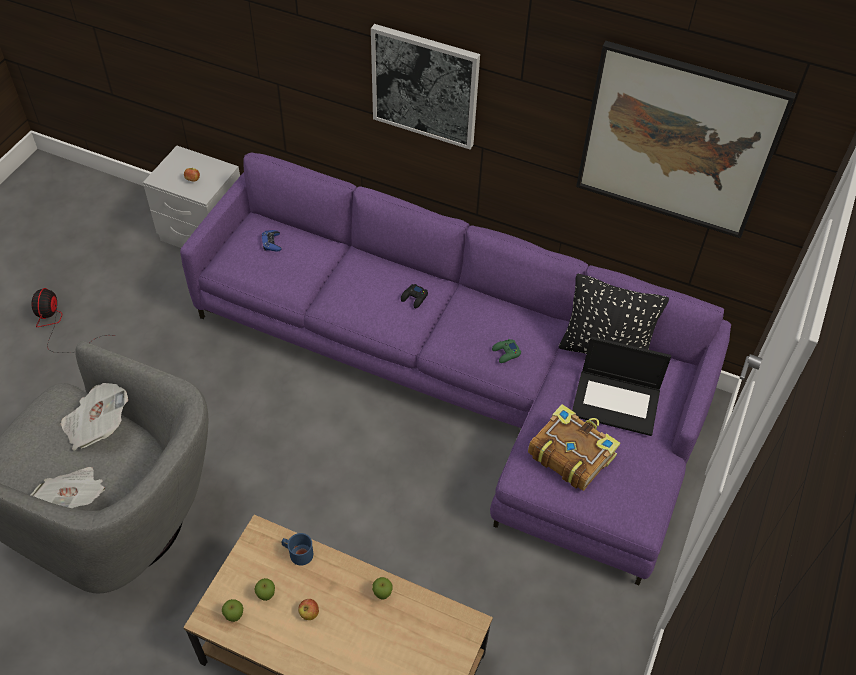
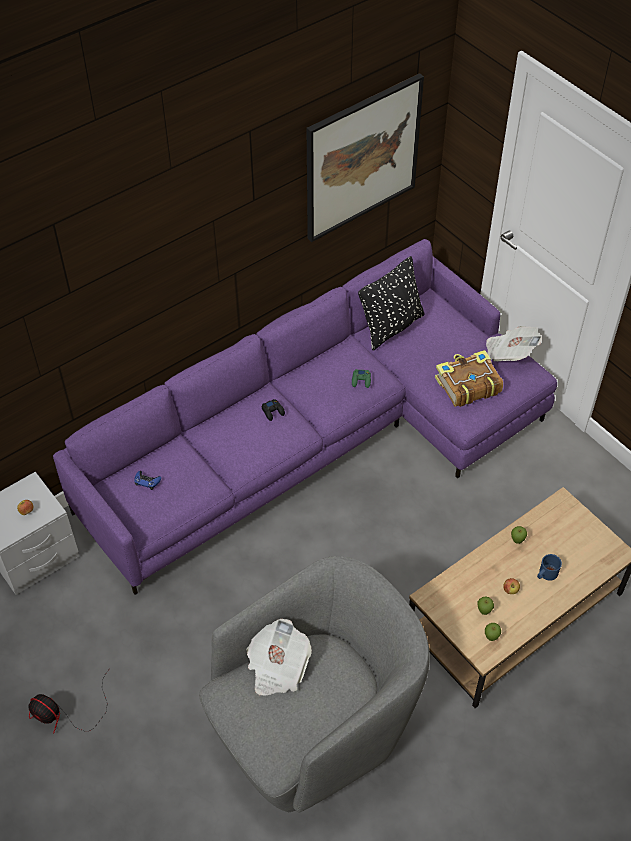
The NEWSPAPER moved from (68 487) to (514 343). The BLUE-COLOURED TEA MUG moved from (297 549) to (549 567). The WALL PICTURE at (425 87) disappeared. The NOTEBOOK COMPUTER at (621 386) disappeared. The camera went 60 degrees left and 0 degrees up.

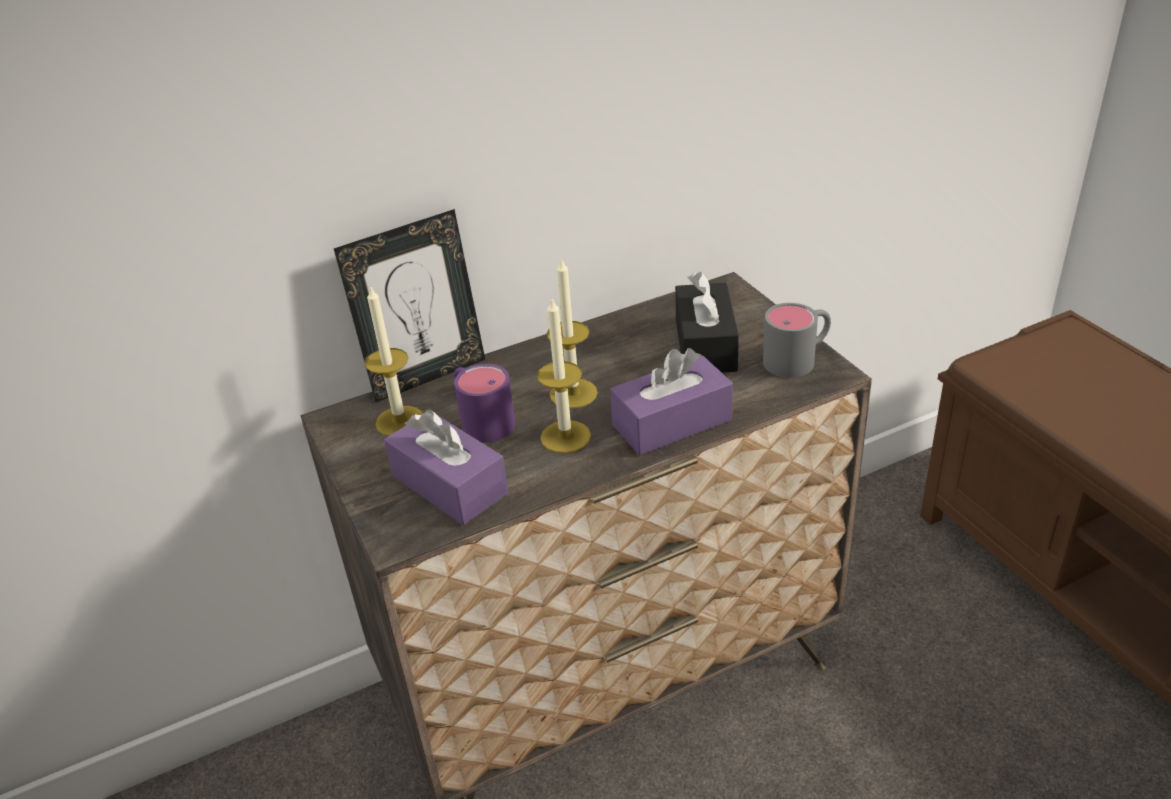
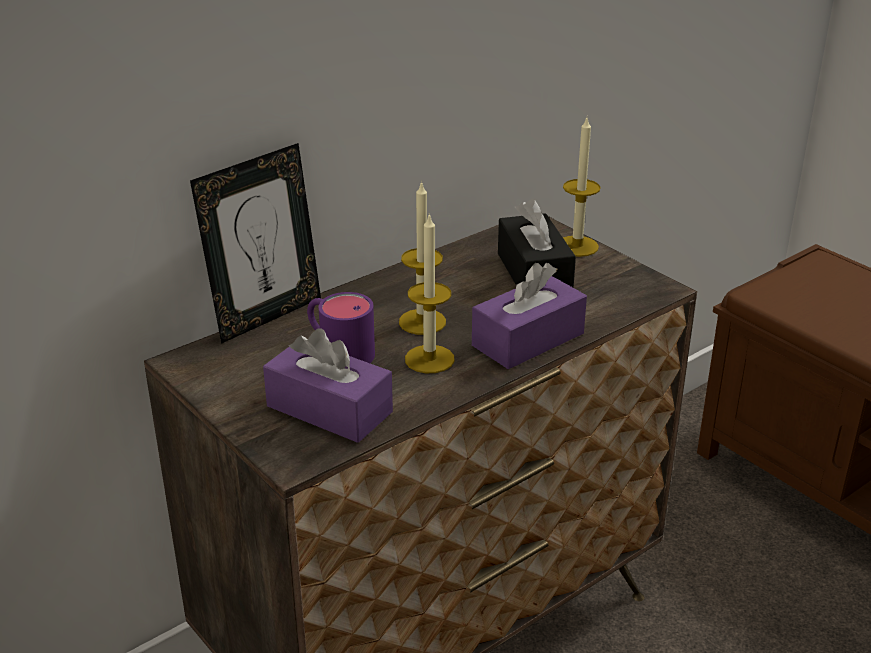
The WAX CANDLE moved from (394 360) to (581 187). The GRAY TEA MUG at (797 340) disappeared. The camera went 15 degrees left and 5 degrees down.

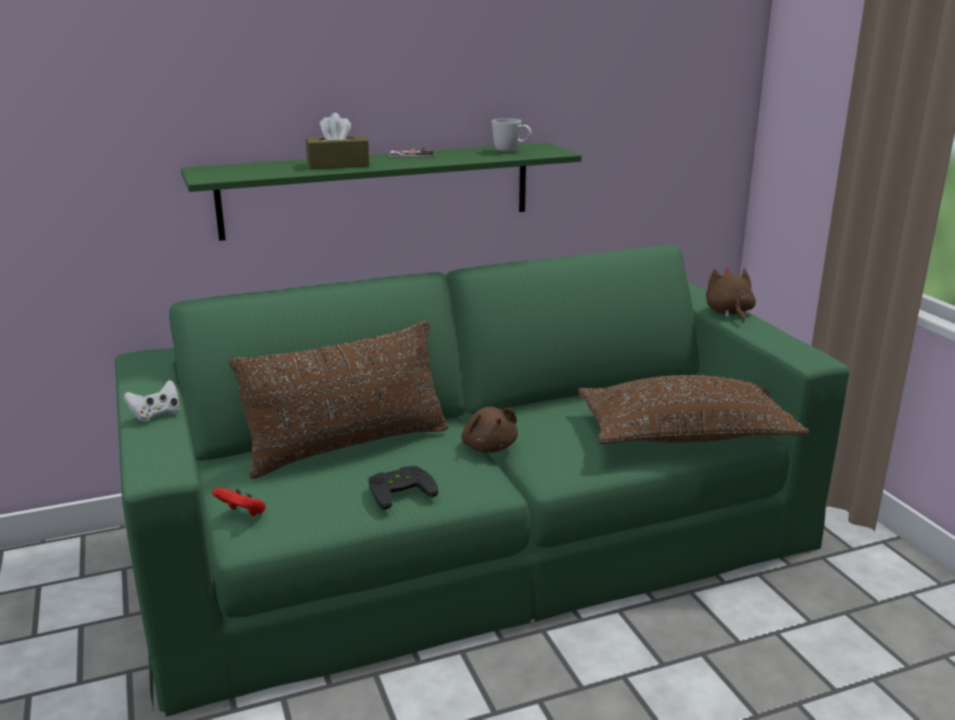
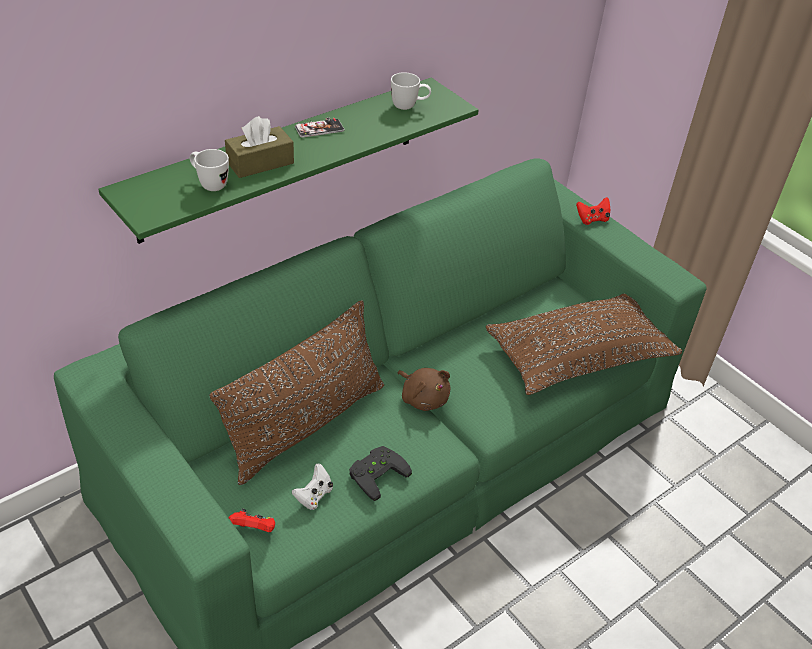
The WHITISH JOYPAD moved from (151 401) to (312 487). The BROWN SOFT TOY at (731 295) was replaced by the RED-COLOURED JOYPAD at (593 211). The WHITISH TEA MUG at (209 170) appeared. The camera went 20 degrees left and 20 degrees up.

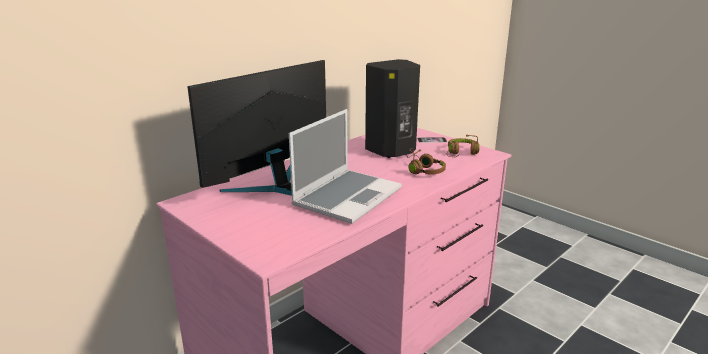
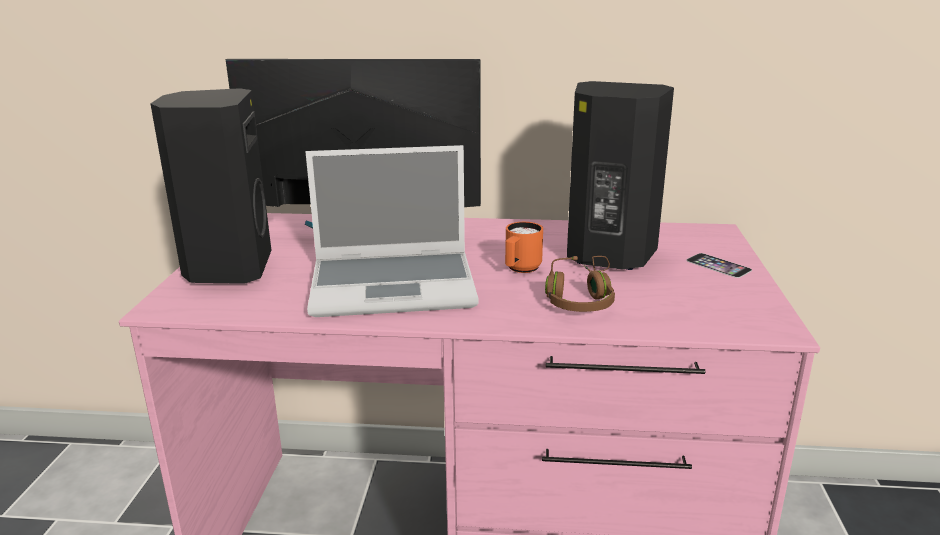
The BROWN HEADSET at (463 145) disappeared. The BLACK-COLOURED SPEAKER at (210 186) appeared. The ORANGE-COLOURED TEA MUG at (524 247) appeared. The camera went 50 degrees right and 0 degrees up.

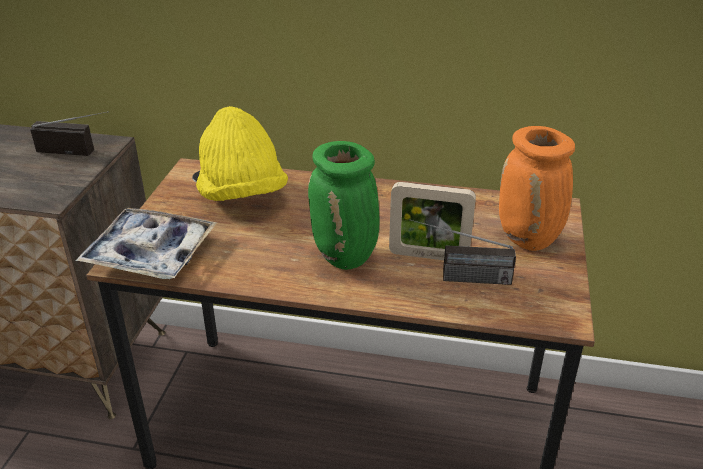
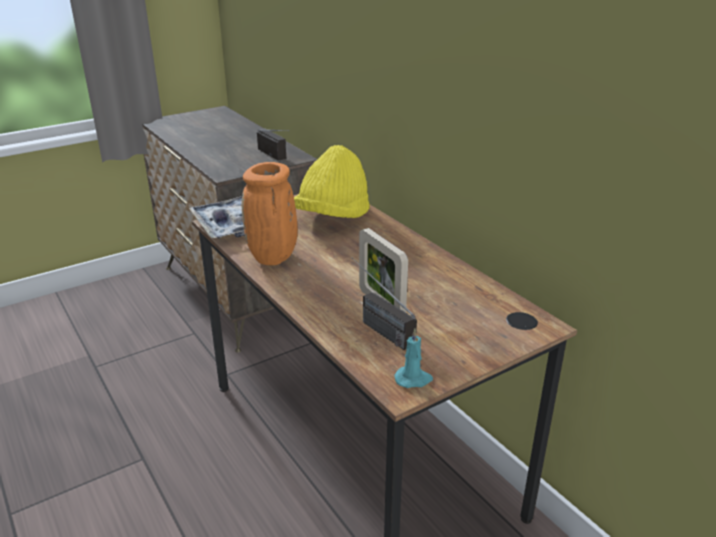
The GREEN DECORATIVE VASE at (343 205) disappeared. The ORANGE-COLOURED DECORATIVE VASE moved from (537 188) to (270 213). The BLUE-GREEN WAX CANDLE at (413 358) appeared. The camera went 45 degrees right and 5 degrees down.

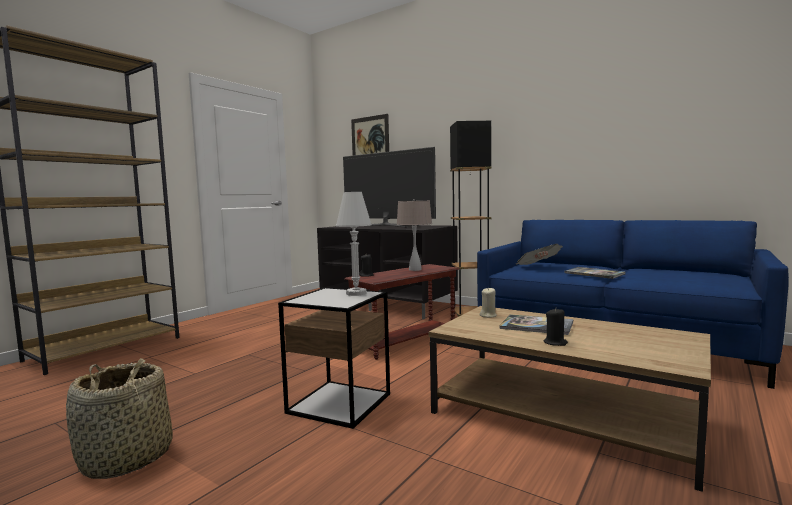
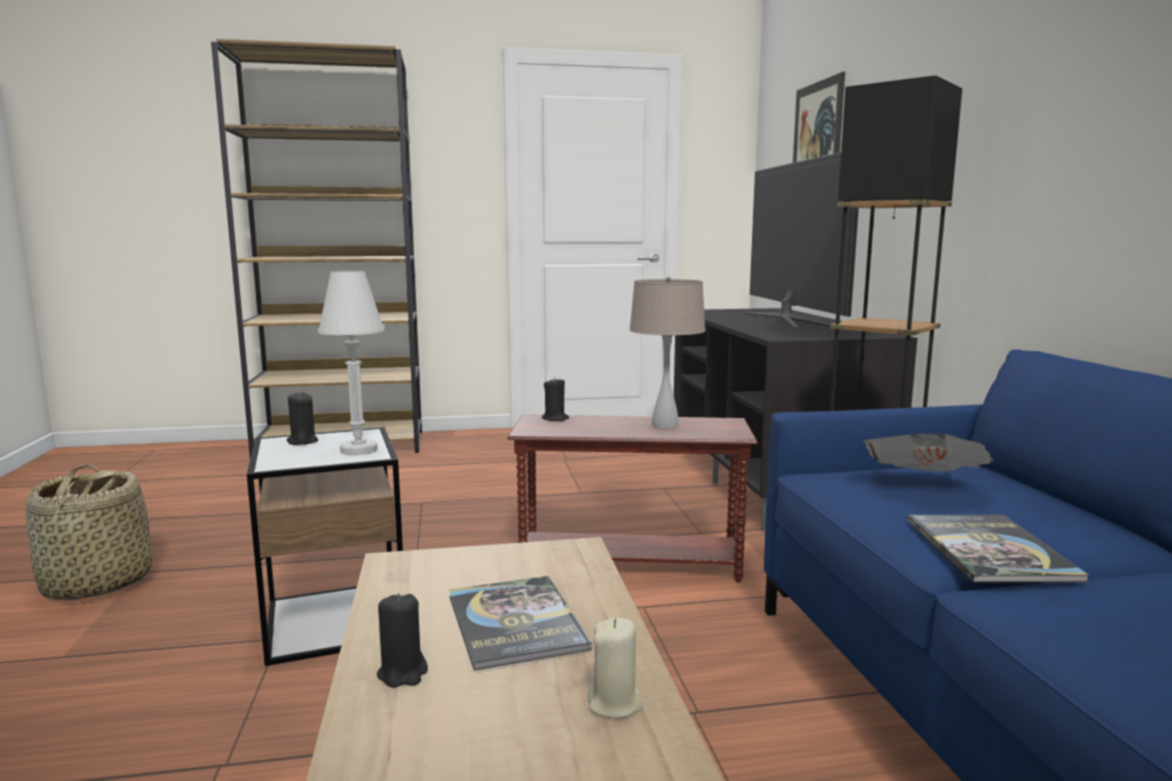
The SAND-COLOURED WAX CANDLE moved from (488 302) to (615 668). The BLACK-COLOURED WAX CANDLE at (302 418) appeared. The camera went 45 degrees right and 5 degrees up.

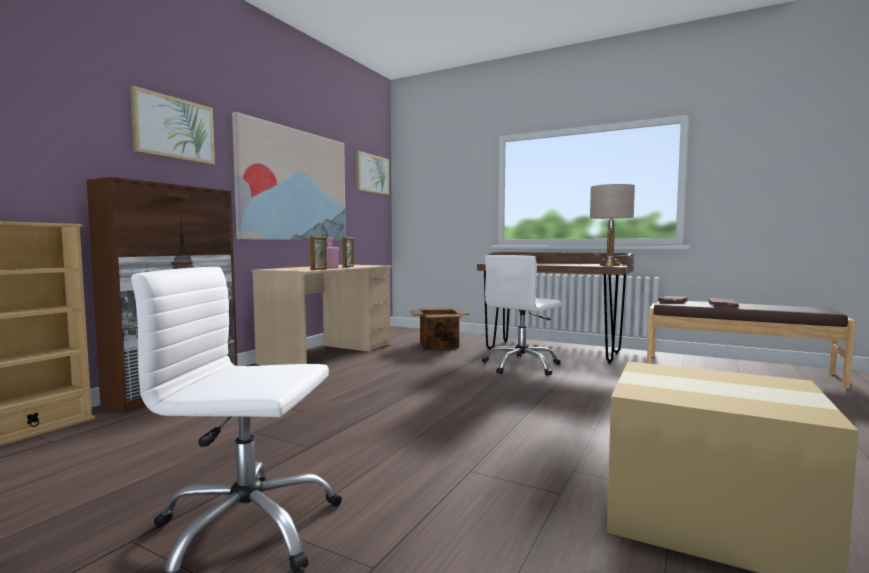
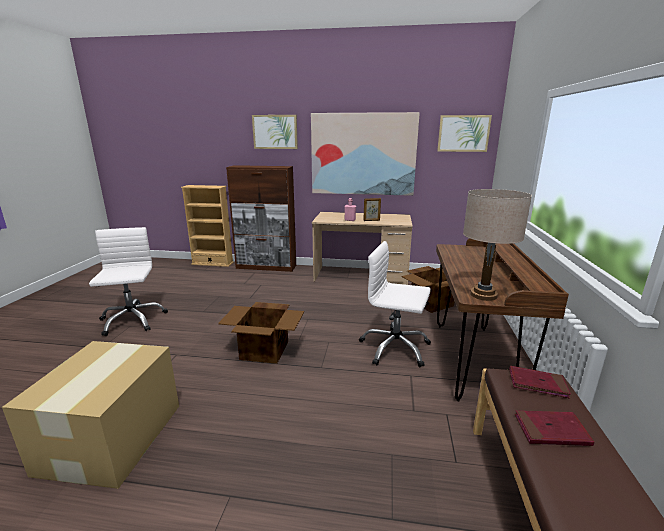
The STANDING FRAME at (318 253) disappeared. The PACKING BOX at (261 333) appeared. The camera went 70 degrees right and 15 degrees up.

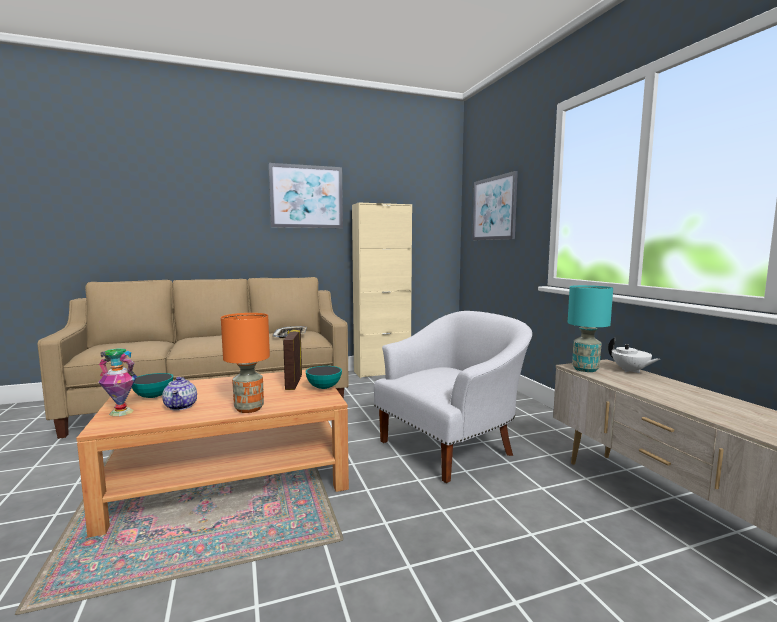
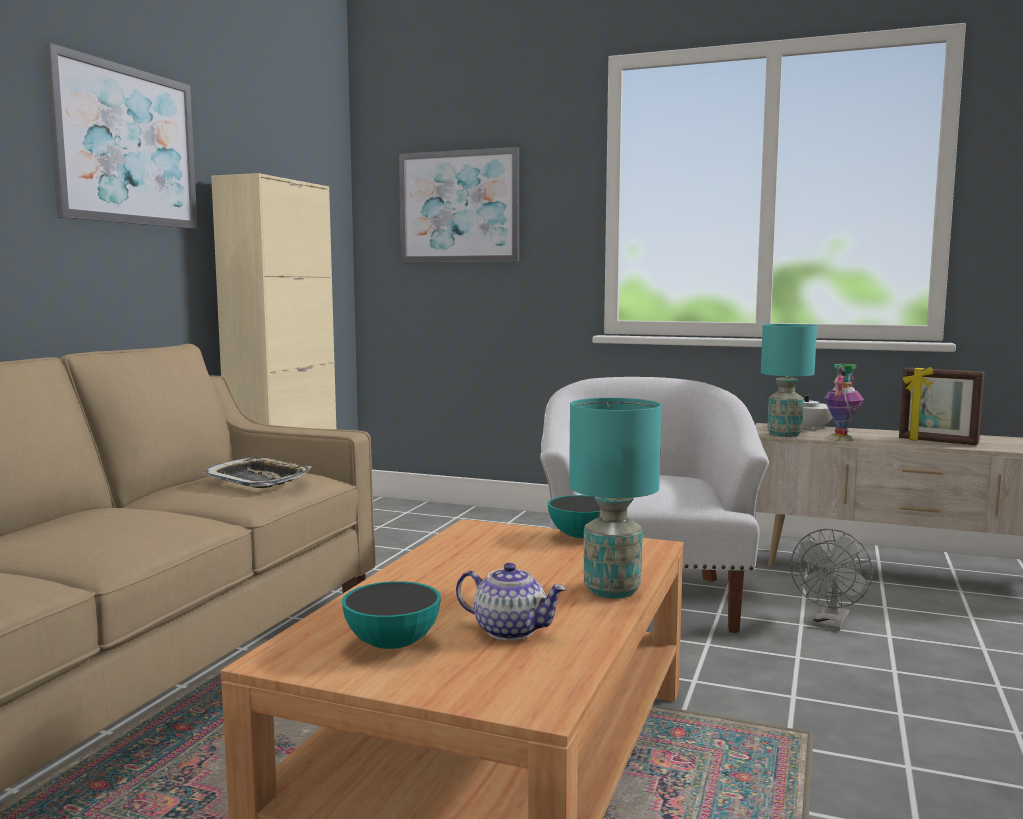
The DECORATIVE VASE moved from (118 382) to (843 402). The ORANGE-COLOURED TABLE LAMP at (245 363) became the BLUE-GREEN TABLE LAMP at (615 498). The STANDING FRAME moved from (292 359) to (942 406). The GRAY ELECTRIC FAN at (831 580) appeared. The camera went 50 degrees left and 0 degrees up.

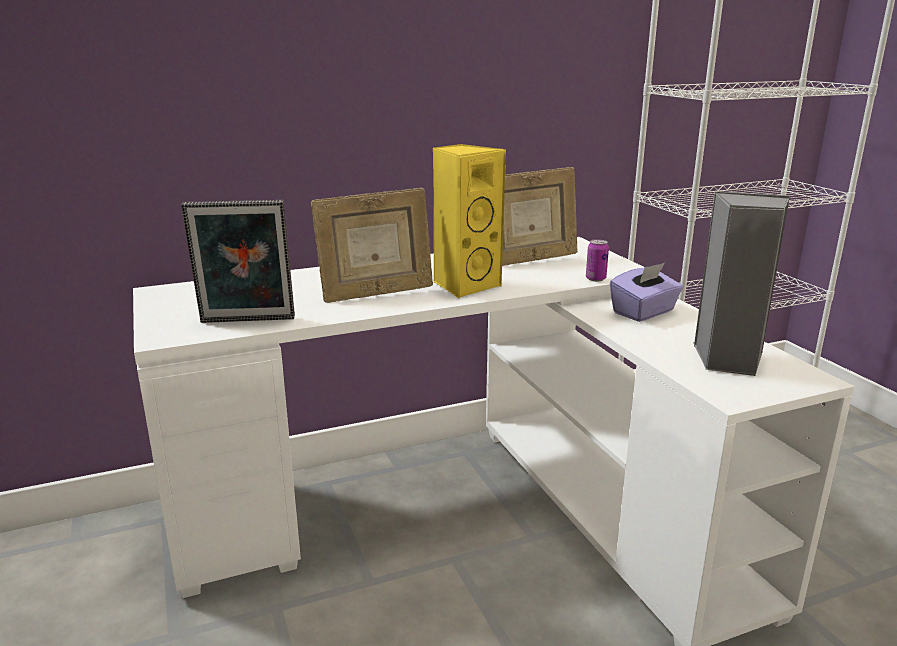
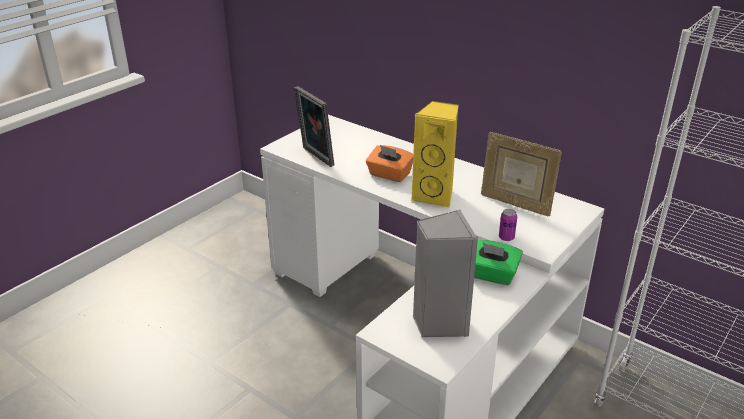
The STANDING FRAME at (372 245) was replaced by the ORANGE-COLOURED TISSUE HOLDER at (389 163). The PURPLE TISSUE HOLDER at (646 292) became the GREEN TISSUE HOLDER at (498 262). The camera went 60 degrees right and 10 degrees up.

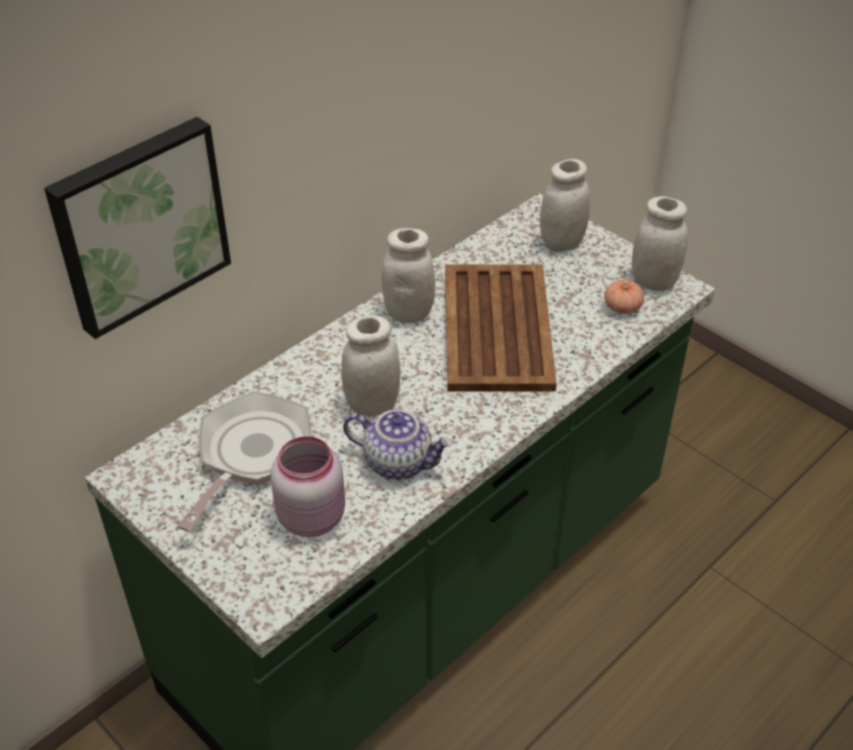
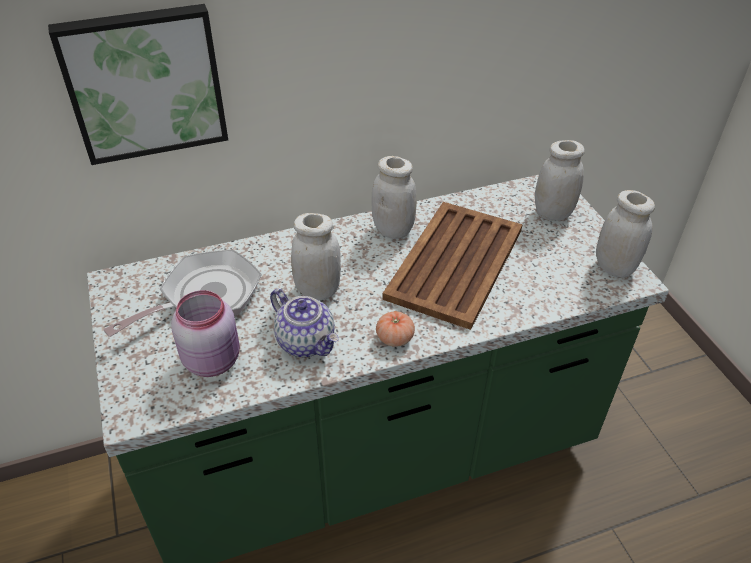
The WHOLE TOMATO moved from (624 297) to (395 329). The camera went 25 degrees right and 0 degrees up.

